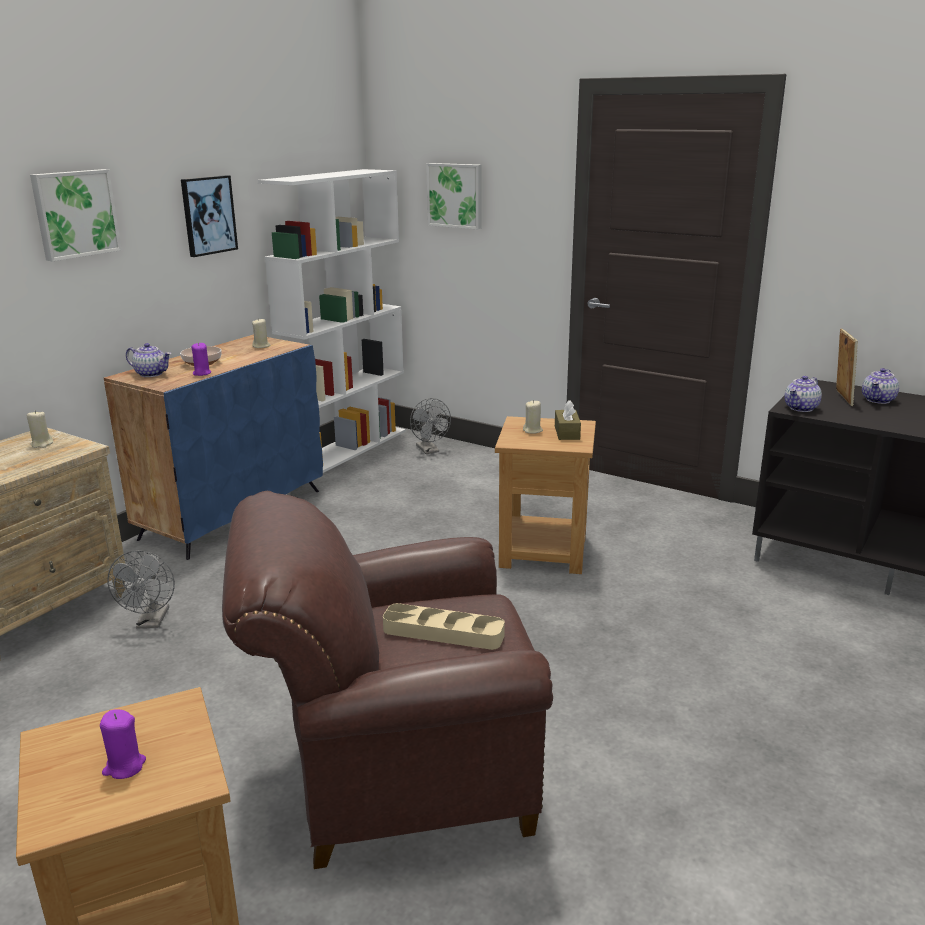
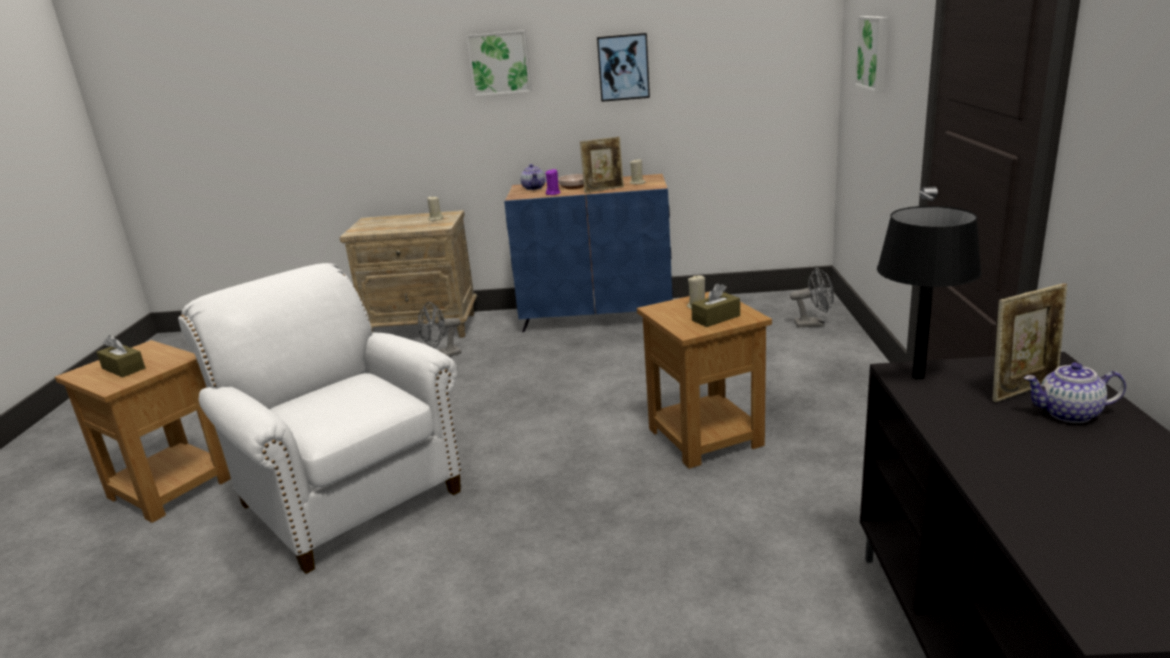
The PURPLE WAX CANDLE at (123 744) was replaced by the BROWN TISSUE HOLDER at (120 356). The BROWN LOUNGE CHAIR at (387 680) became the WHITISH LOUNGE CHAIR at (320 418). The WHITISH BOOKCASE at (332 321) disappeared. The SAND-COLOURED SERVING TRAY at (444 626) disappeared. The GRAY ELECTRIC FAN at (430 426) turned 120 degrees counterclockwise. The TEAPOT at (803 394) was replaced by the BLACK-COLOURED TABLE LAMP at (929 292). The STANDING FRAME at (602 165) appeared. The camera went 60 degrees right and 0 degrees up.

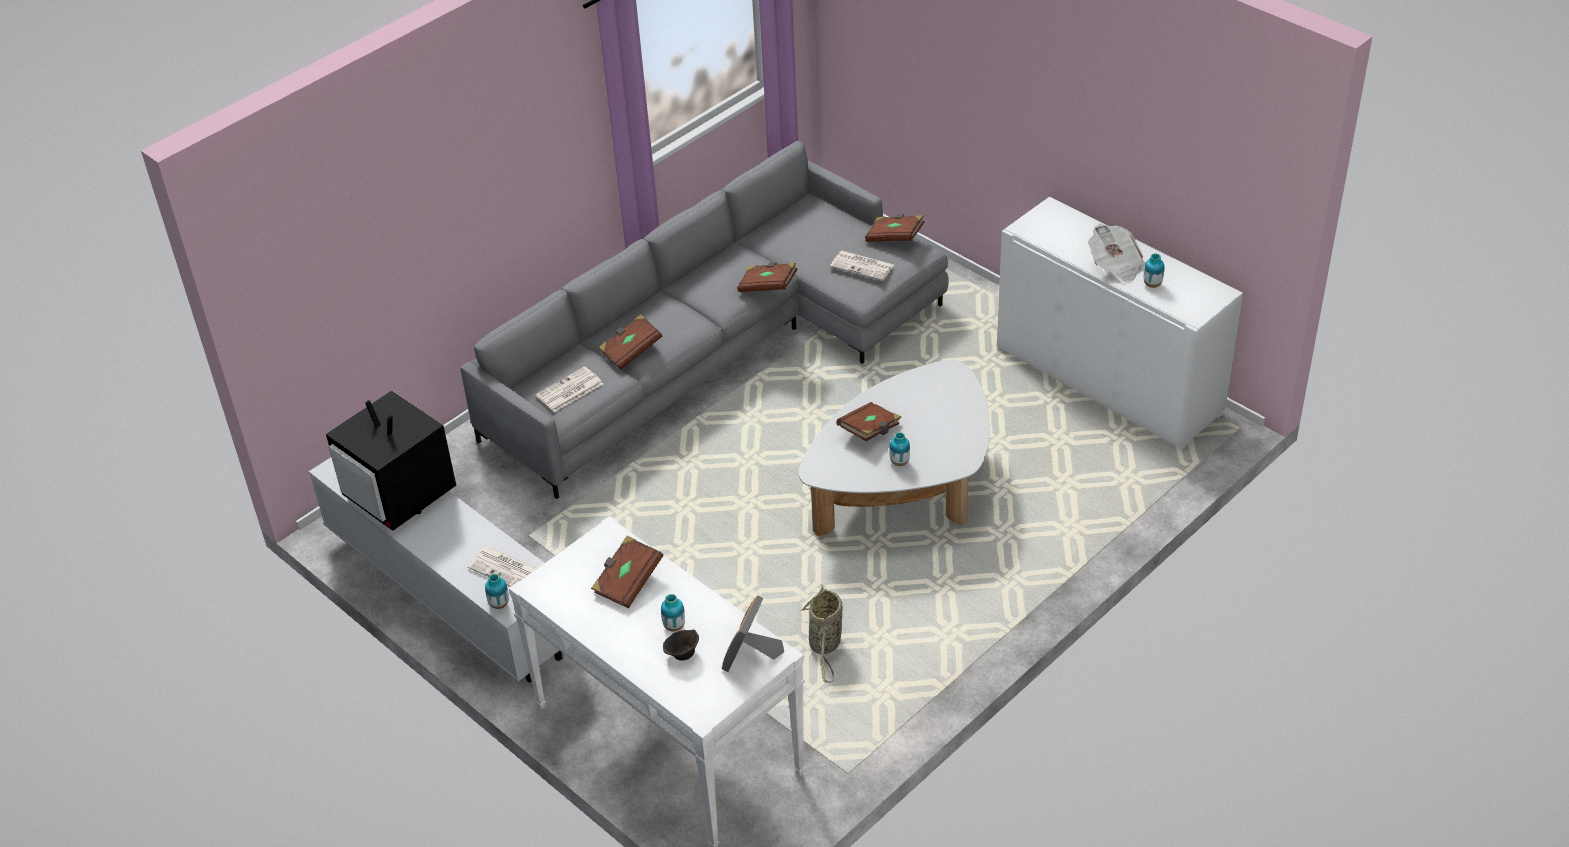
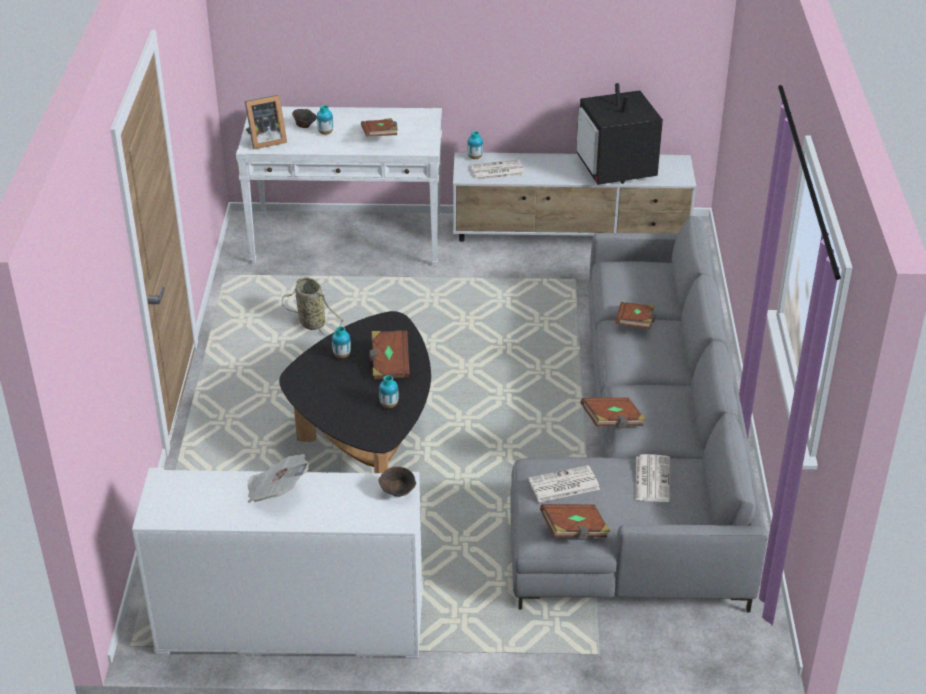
The TV at (391 460) turned 105 degrees counterclockwise. The NEWSPAPER moved from (569 389) to (652 478). The STANDING FRAME at (753 633) turned 90 degrees clockwise. The WHITISH COFFEE TABLE at (894 448) became the BLACK-COLOURED COFFEE TABLE at (355 392). The DECORATIVE VASE moved from (1154 270) to (389 391). The BROWN SERVING BOWL at (397 482) appeared. The camera went 135 degrees right and 5 degrees down.

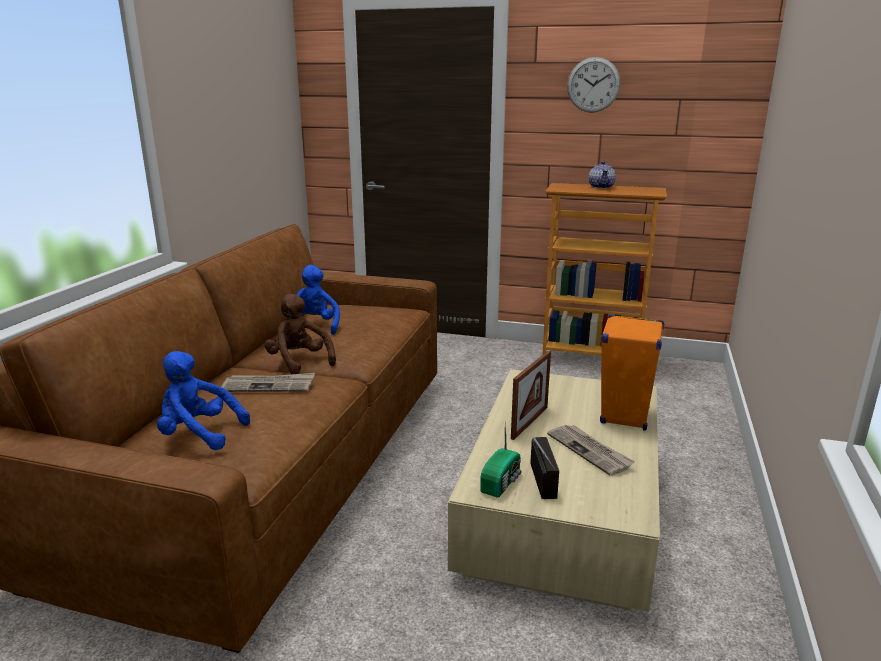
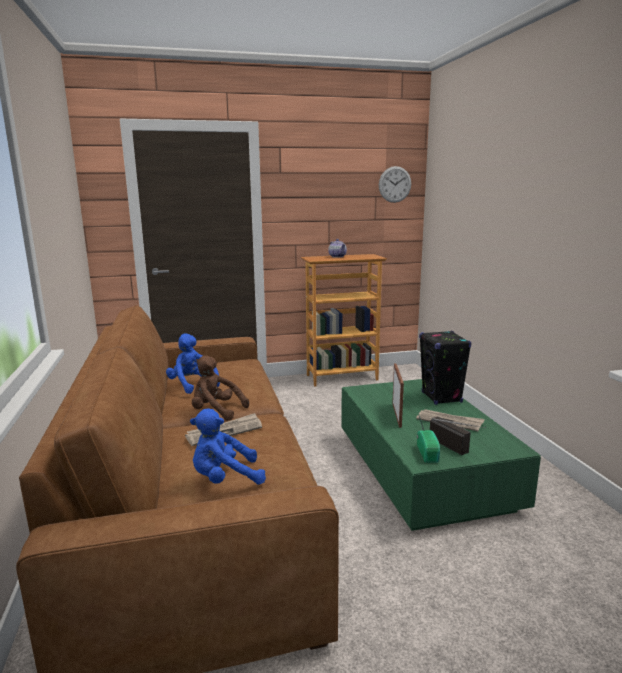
The SAND-COLOURED COFFEE TABLE at (554 490) became the GREEN COFFEE TABLE at (441 455). The HANGING CLOCK moved from (593 85) to (395 184). The ORANGE-COLOURED SPEAKER at (632 372) became the BLACK-COLOURED SPEAKER at (445 368). The camera went 30 degrees left and 5 degrees down.

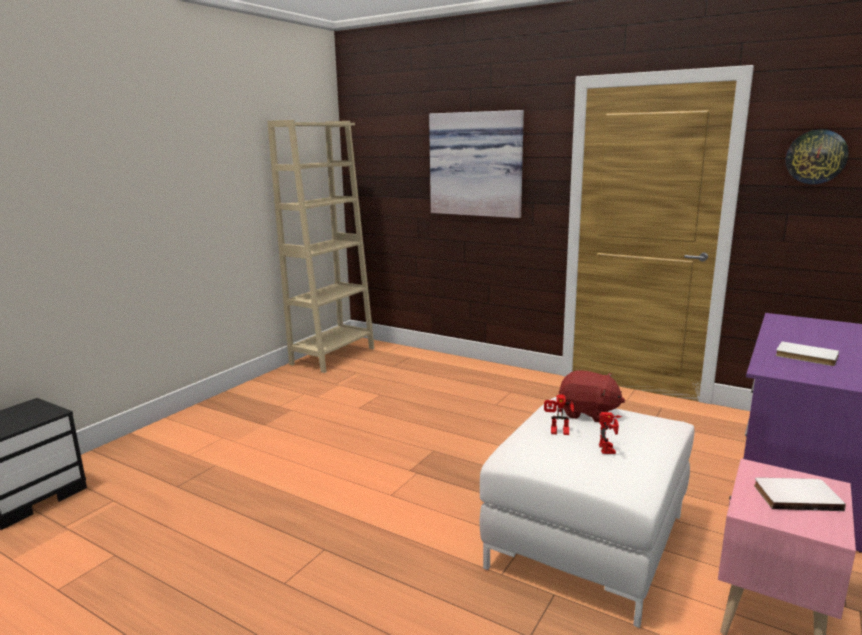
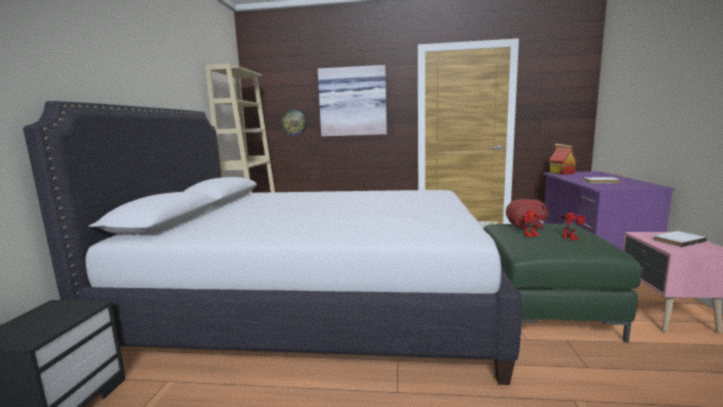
The WHITISH POUFFE at (587 512) became the GREEN POUFFE at (563 283). The HANGING CLOCK moved from (817 156) to (293 123). The WHITISH BED at (272 243) appeared. The MODEL HOUSE at (563 159) appeared. The camera went 25 degrees left and 5 degrees down.

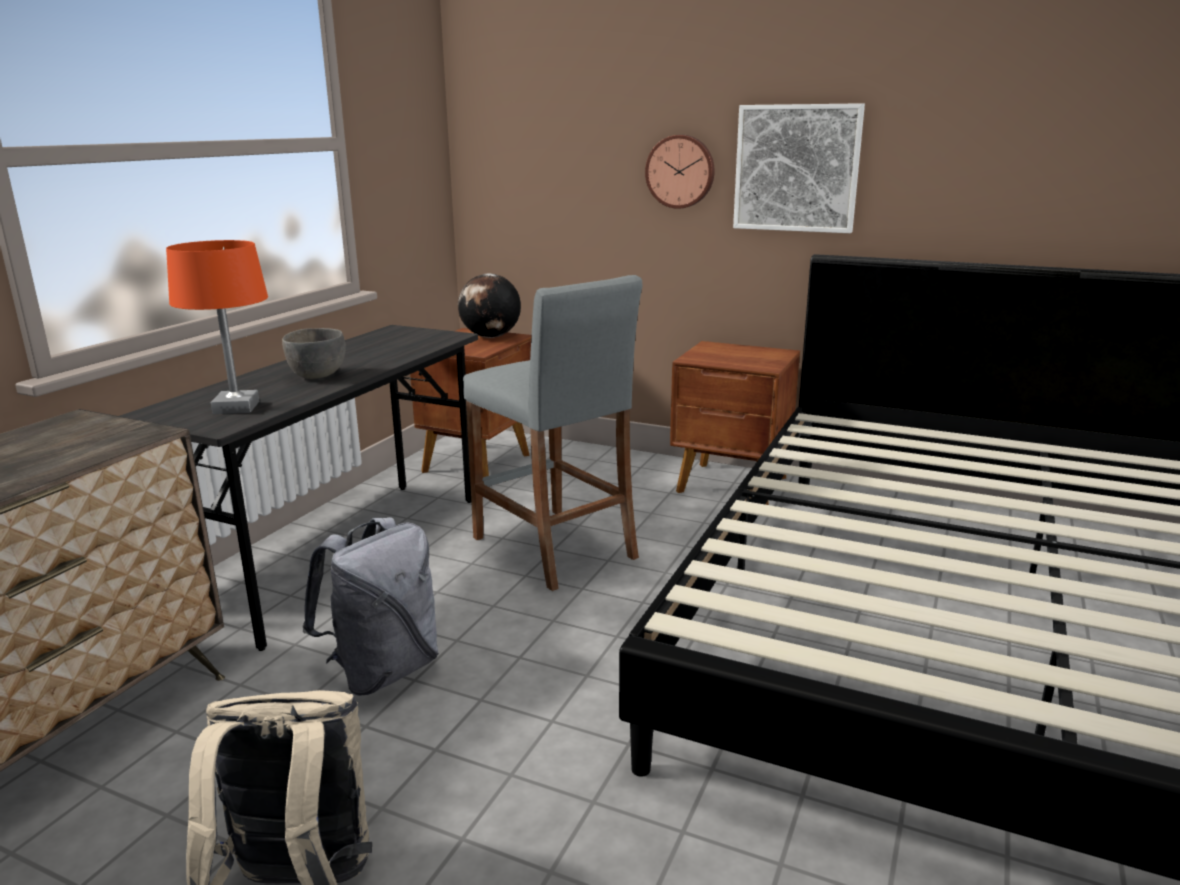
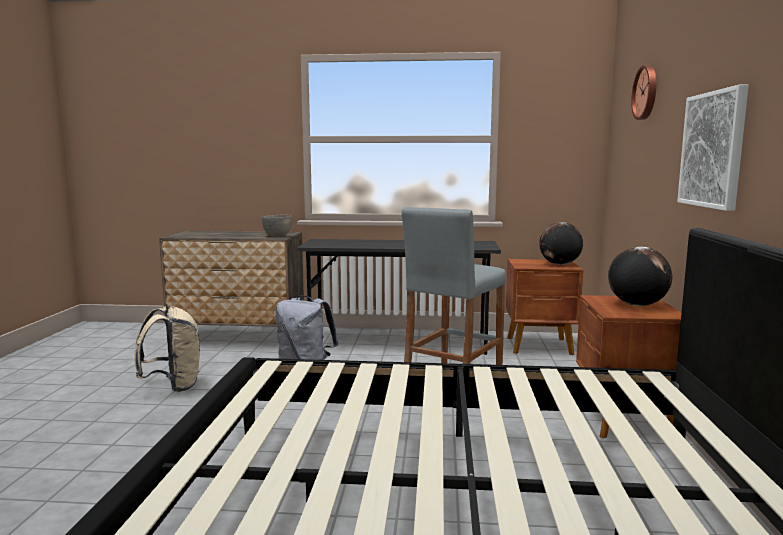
The ORANGE-COLOURED TABLE LAMP at (217 327) disappeared. The GRAY SERVING BOWL moved from (313 353) to (277 225). The HANGING CLOCK moved from (680 172) to (644 92). The WORLD GLOBE at (640 276) appeared. The camera went 70 degrees right and 10 degrees down.

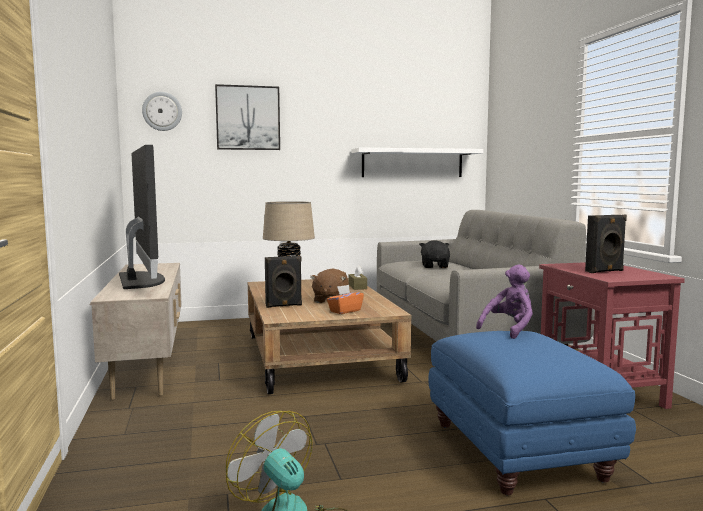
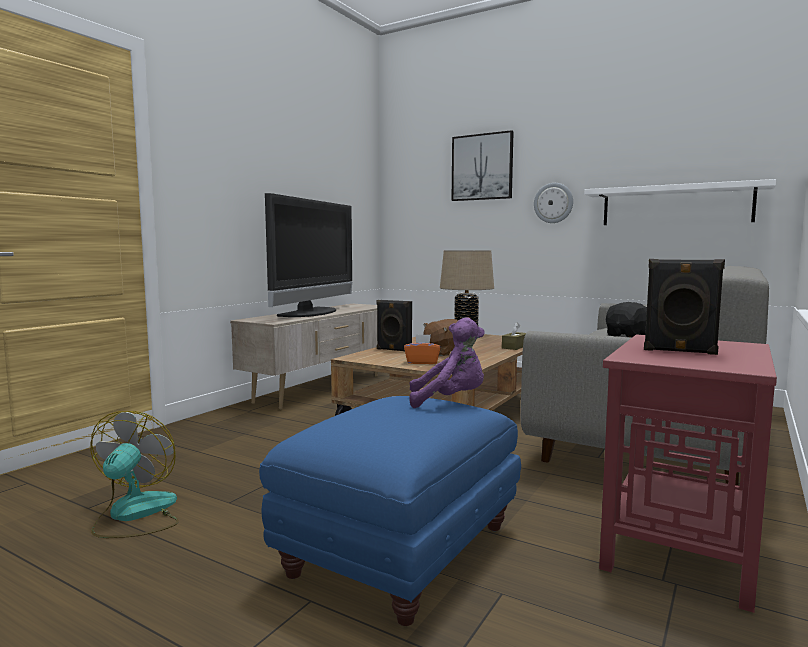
The HANGING CLOCK moved from (162 111) to (553 203). The camera went 45 degrees right and 0 degrees up.

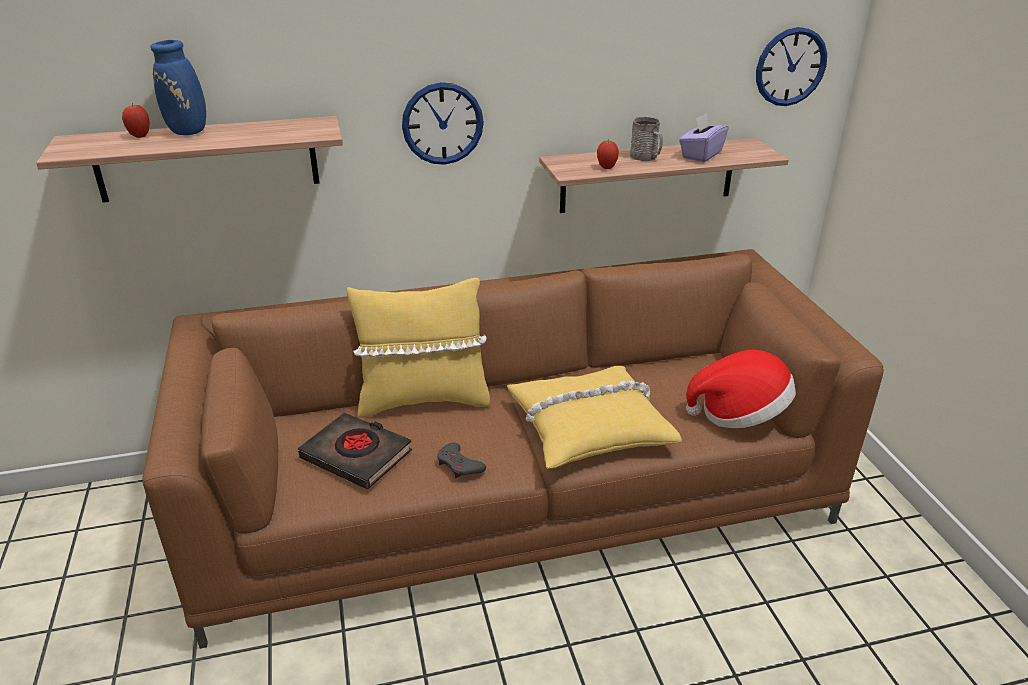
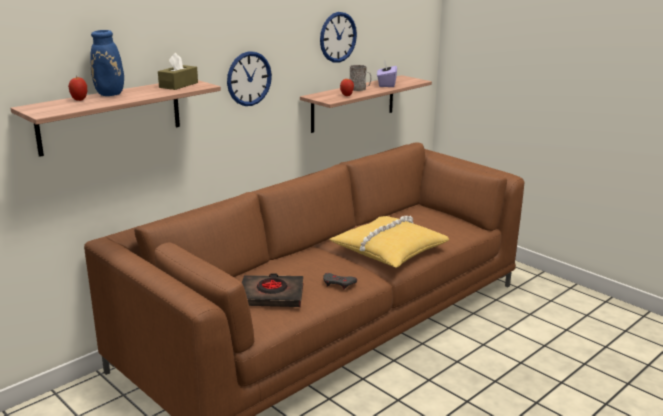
The YELLOW CUSHION at (418 348) disappeared. The CLOTHING HAT at (741 388) disappeared. The HANGING CLOCK moved from (791 66) to (338 37). The BROWN TISSUE HOLDER at (178 71) appeared. The camera went 30 degrees left and 10 degrees down.

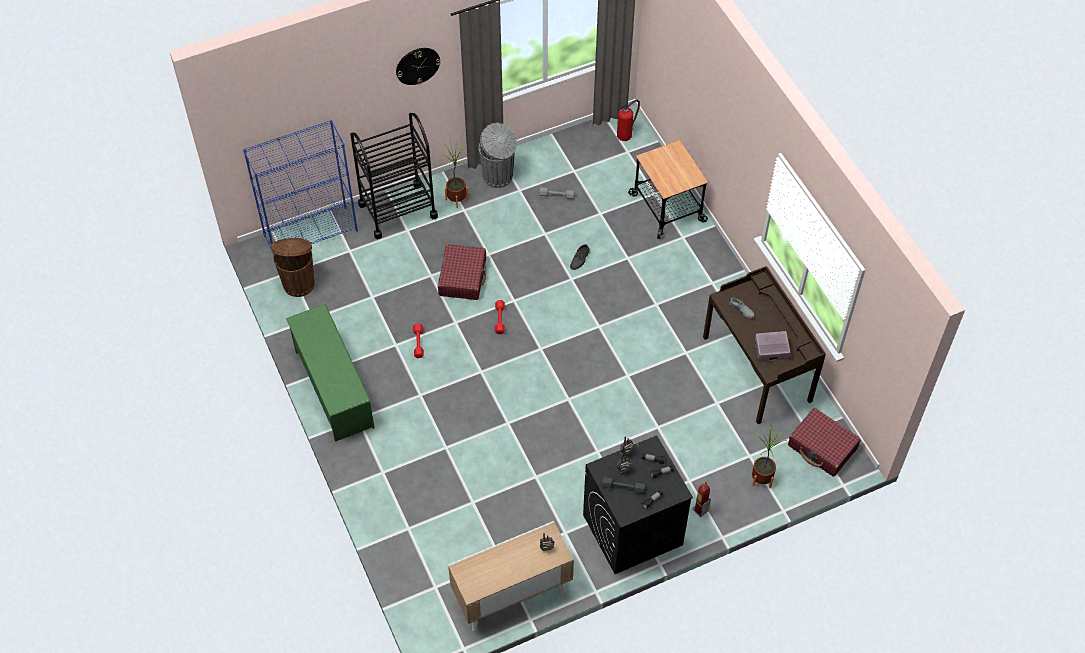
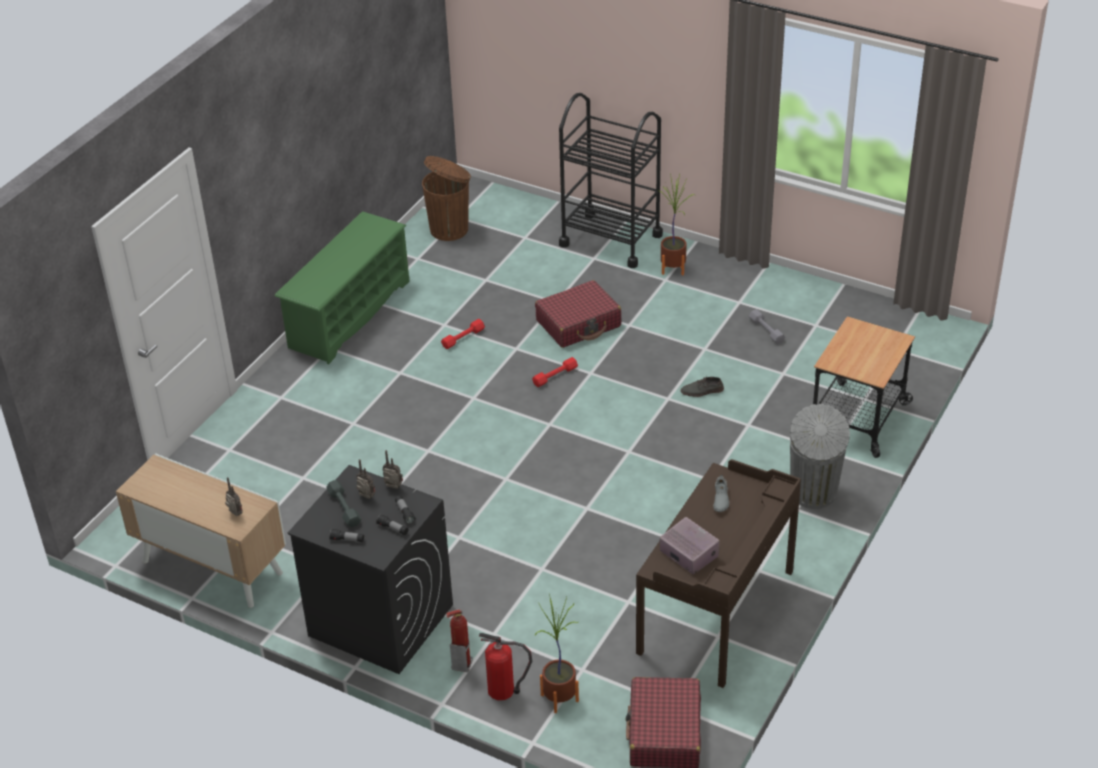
The BLUE-COLOURED BOOKCASE at (300 187) disappeared. The HANGING CLOCK at (418 66) disappeared. The GRAY RUBBISH BIN moved from (498 155) to (820 456). The EXTINGUISHER moved from (628 120) to (505 666). The camera went 55 degrees right and 15 degrees down.

